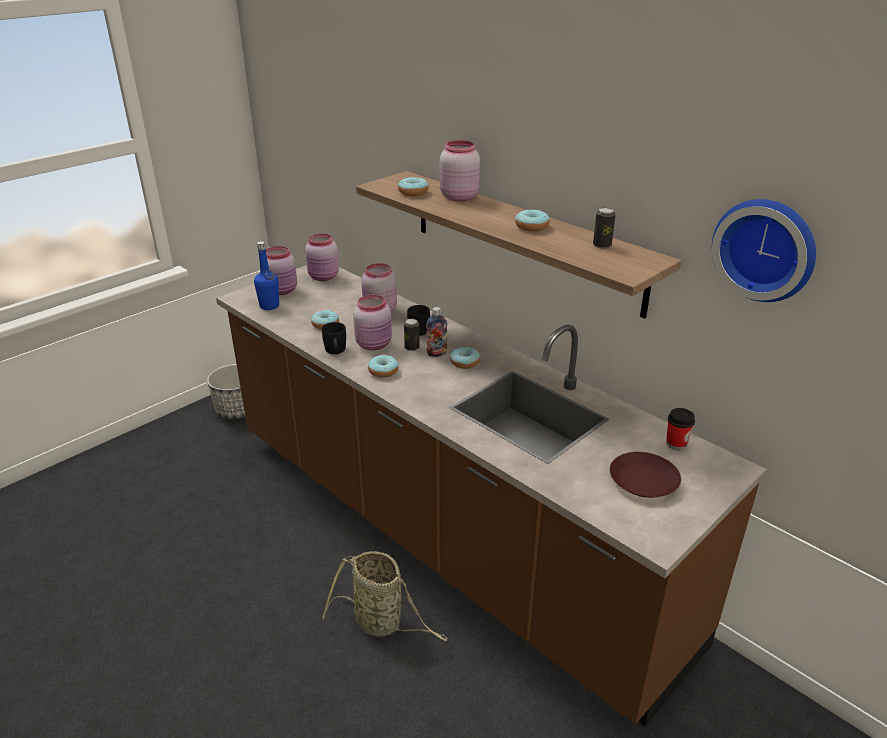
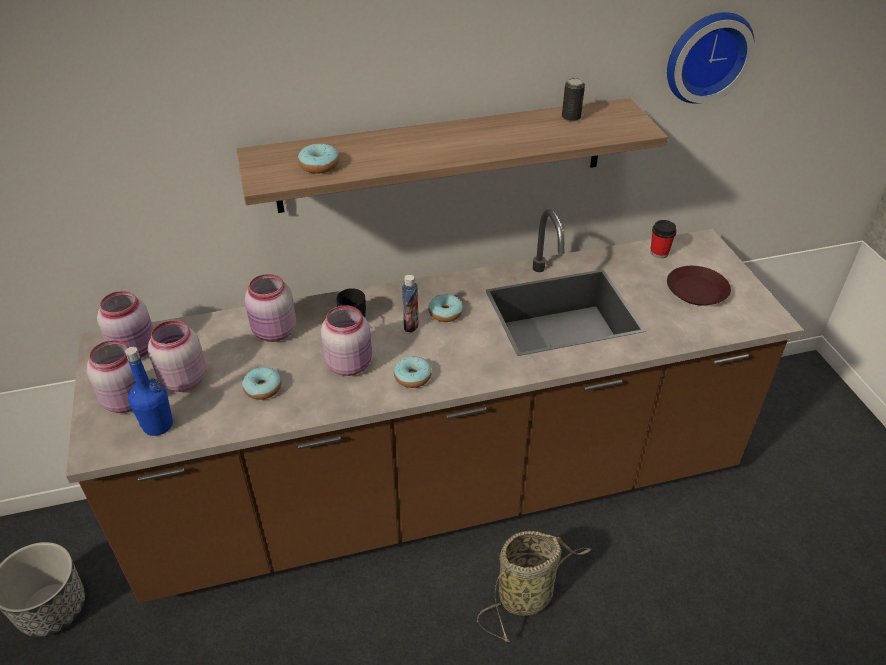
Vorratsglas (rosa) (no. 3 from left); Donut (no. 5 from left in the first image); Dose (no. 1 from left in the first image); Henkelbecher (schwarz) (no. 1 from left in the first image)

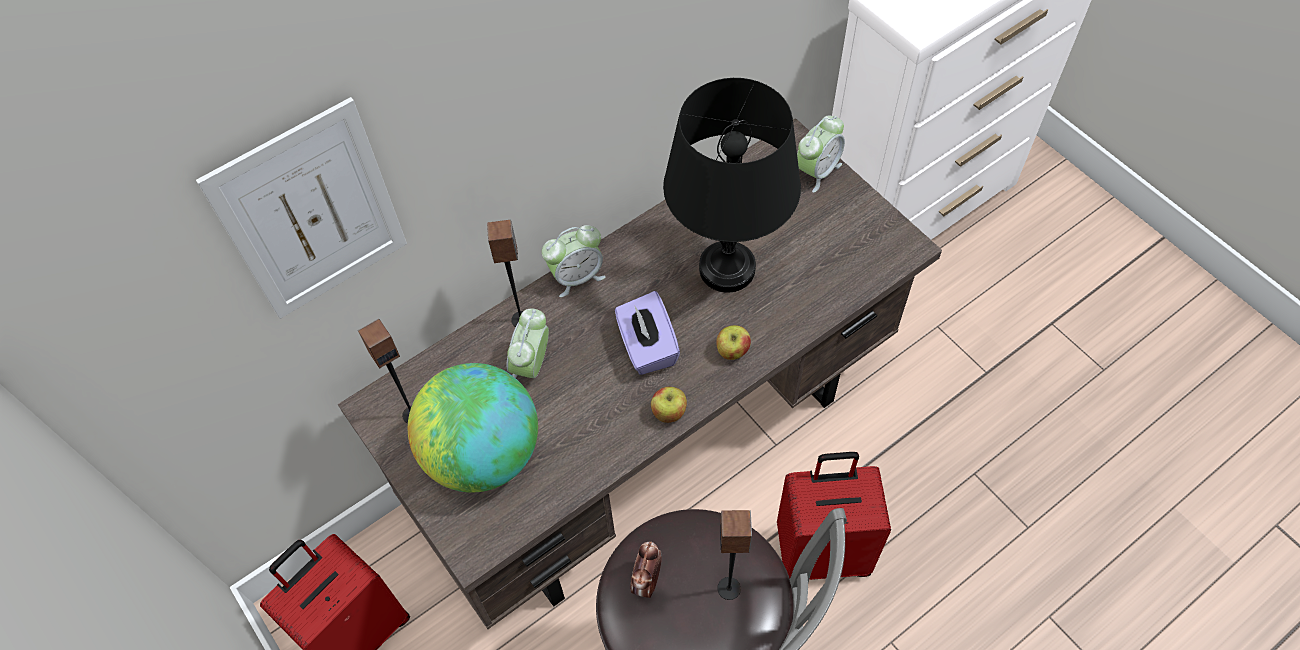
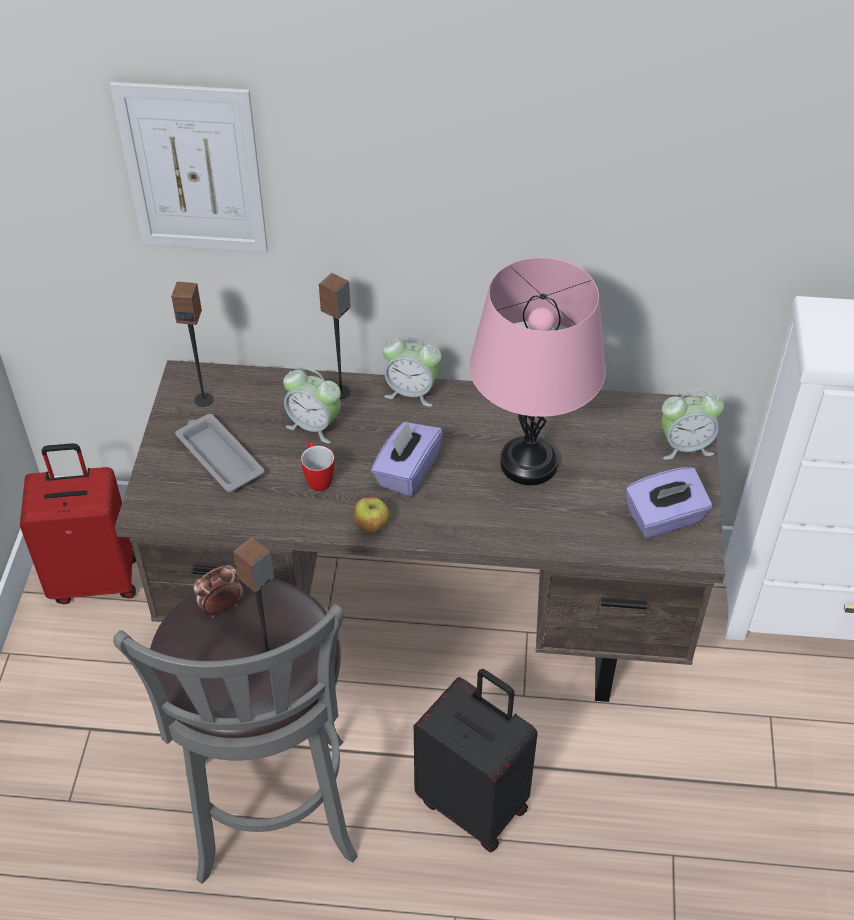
Tischlampe (rosa); Wecker (no. 2 from left); Apfel (no. 2 from left in the first image); Tablett (grau); Koffer (schwarz); Henkelbecher; Taschentuchbox (lila) (no. 2 from left)

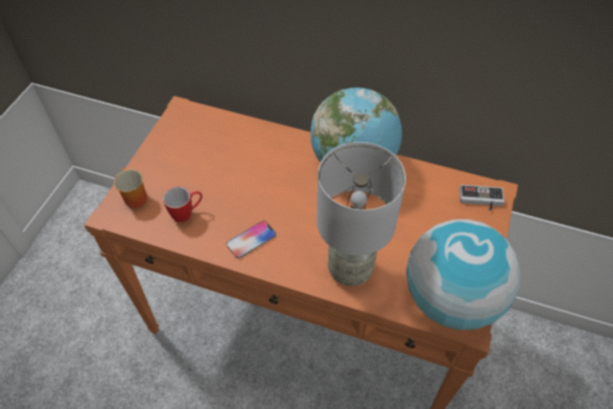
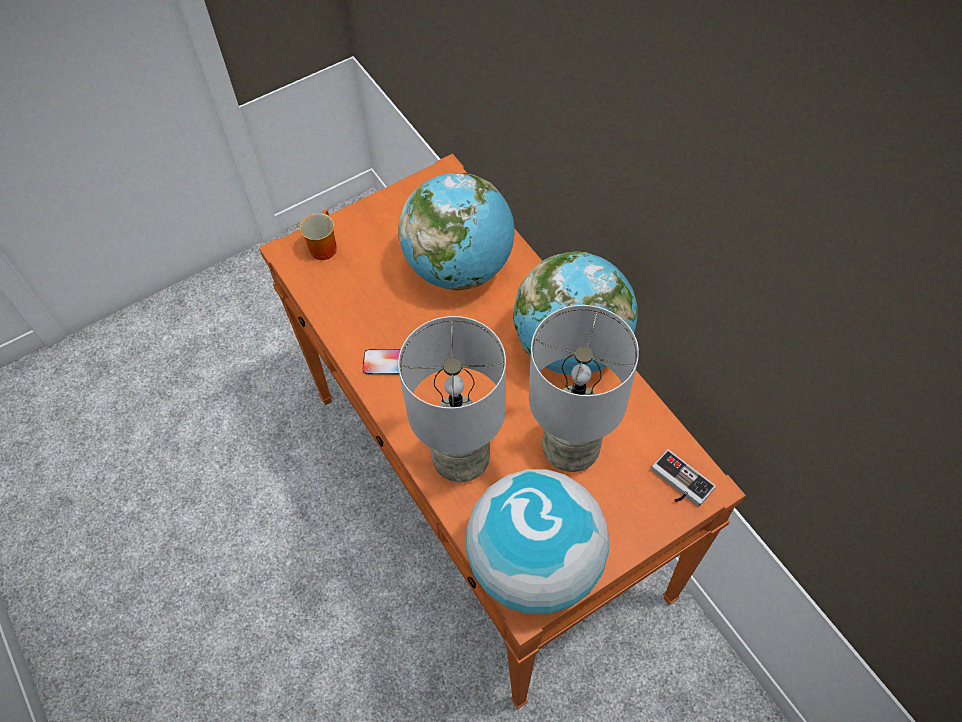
Henkelbecher (no. 2 from left in the first image); Globus (no. 1 from left); Tischlampe (grau) (no. 2 from left)

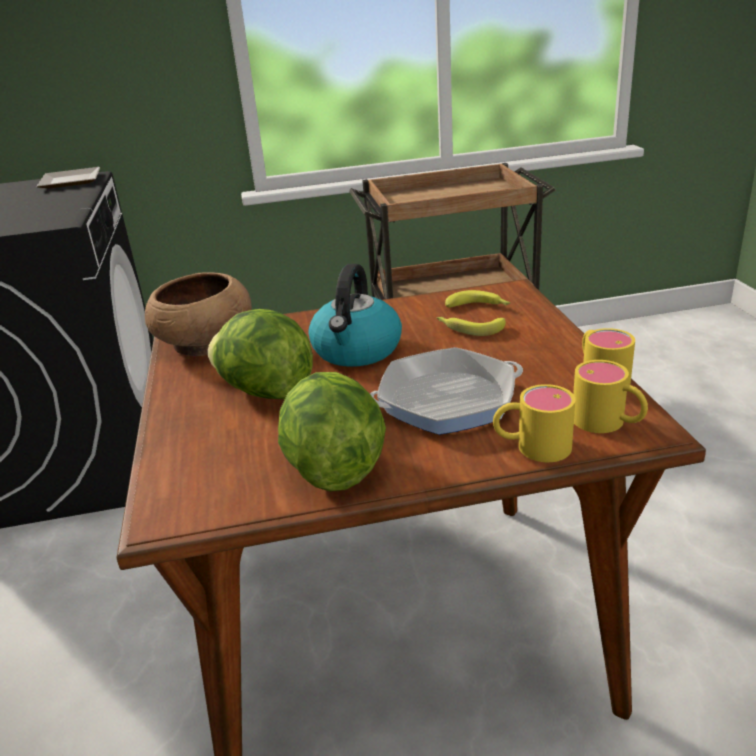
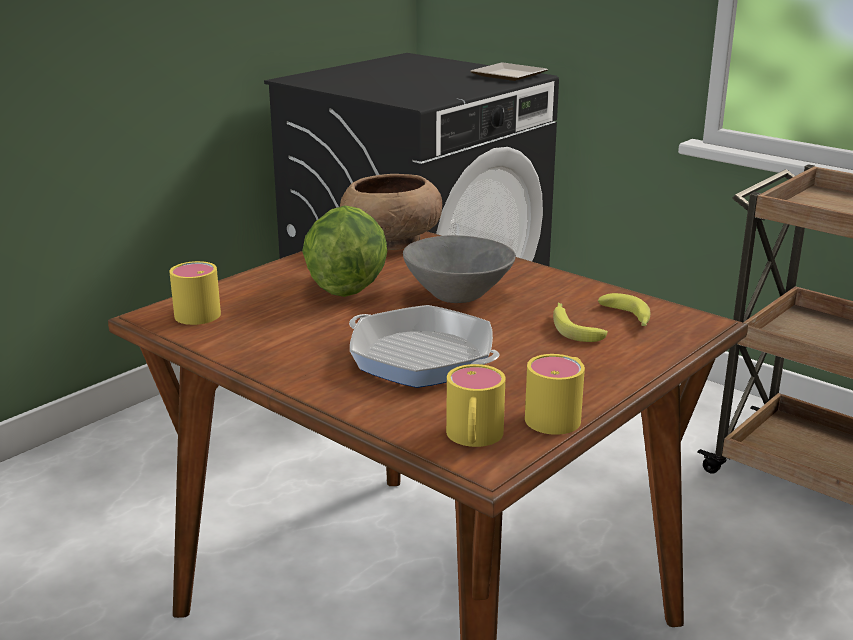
Schüssel (grau); Salatkopf (no. 2 from left in the first image); Henkelbecher (gelb) (no. 1 from left)

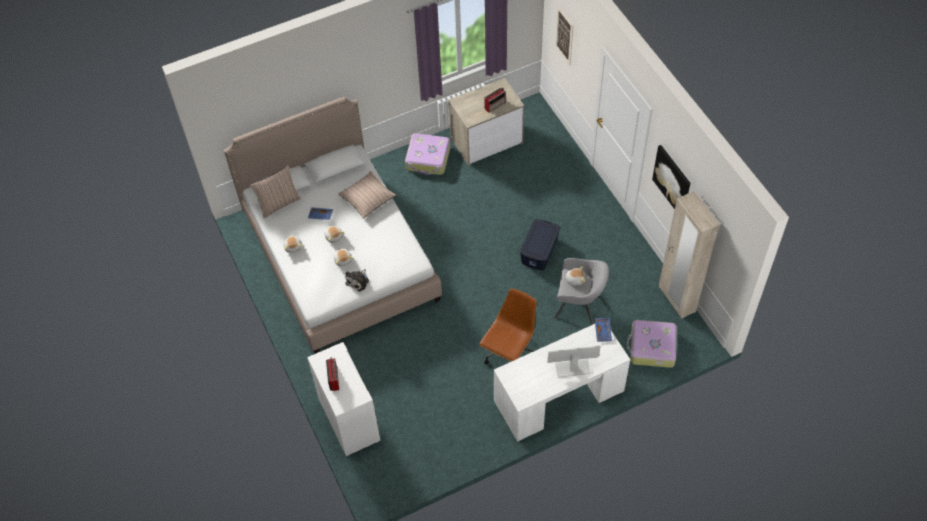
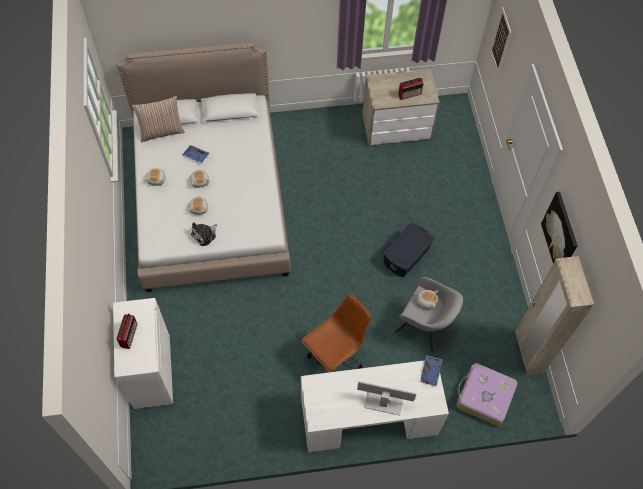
Koffer (no. 1 from left in the first image); Kissen (no. 2 from left in the first image)

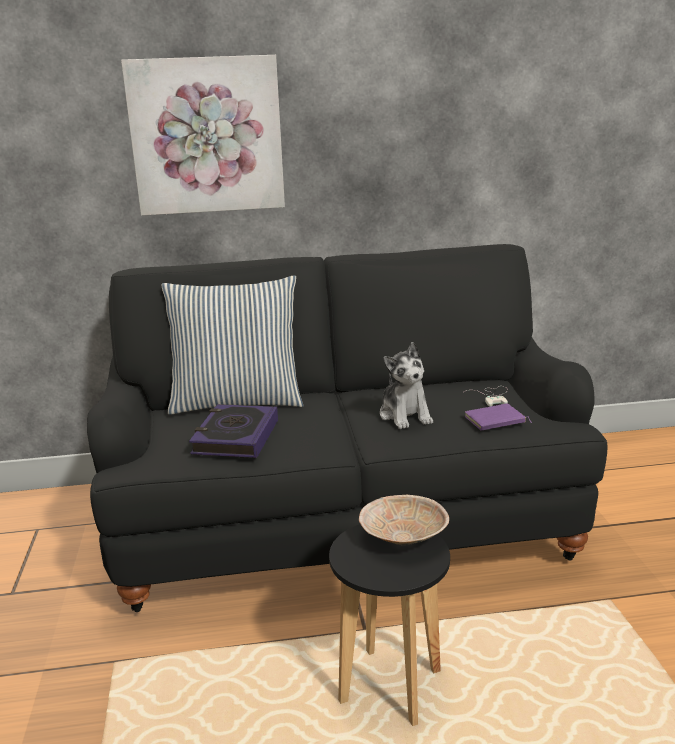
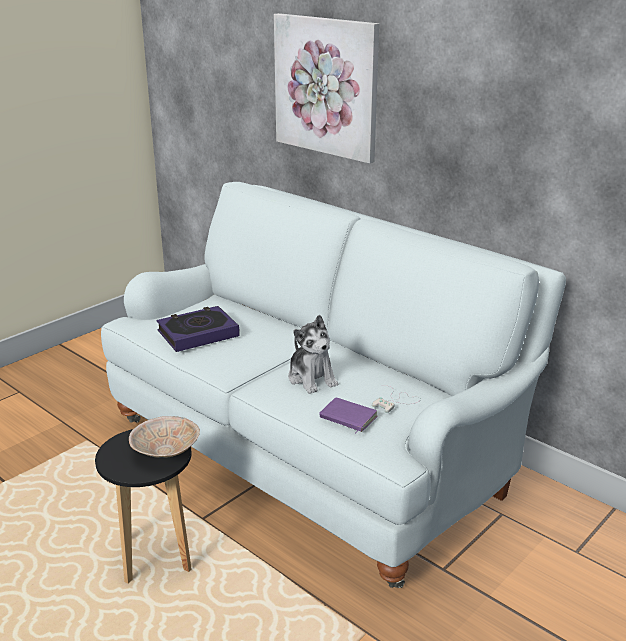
Sofa (weiß); Kissen; Plüschtier

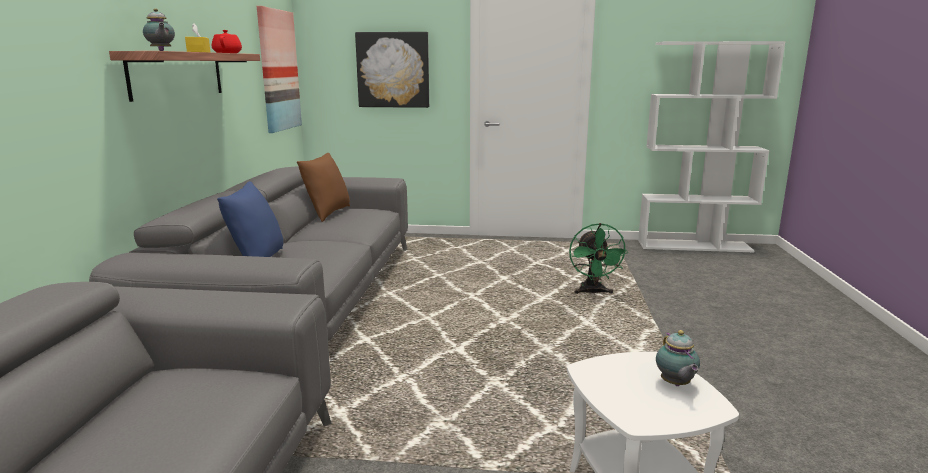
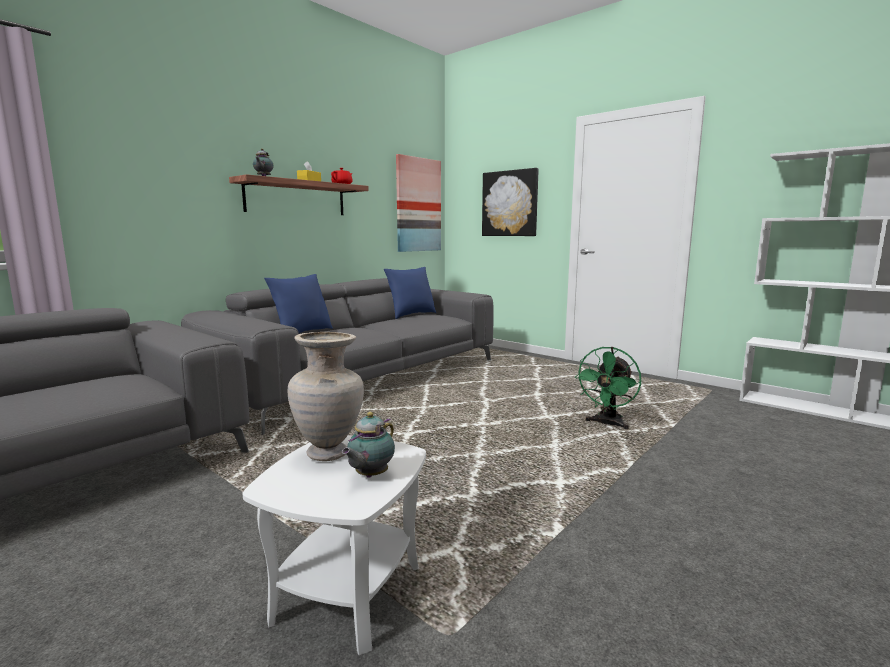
Kissen (blau) (no. 2 from left); Vase (beige)

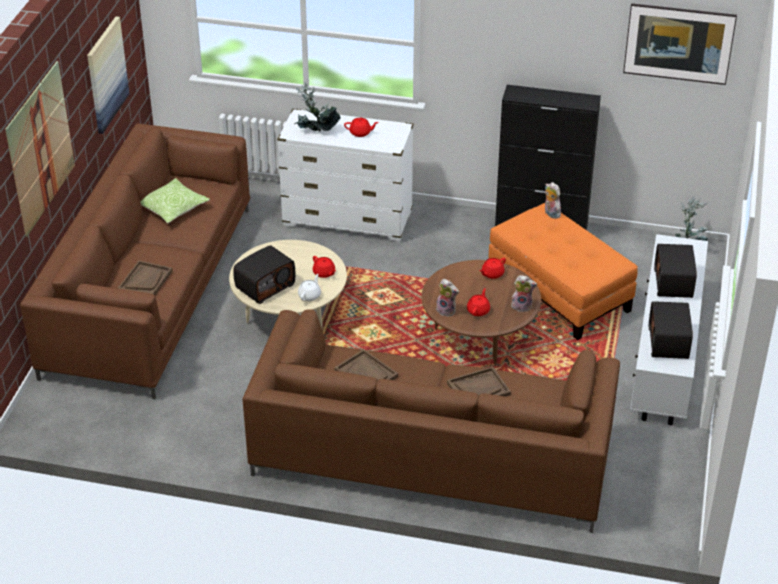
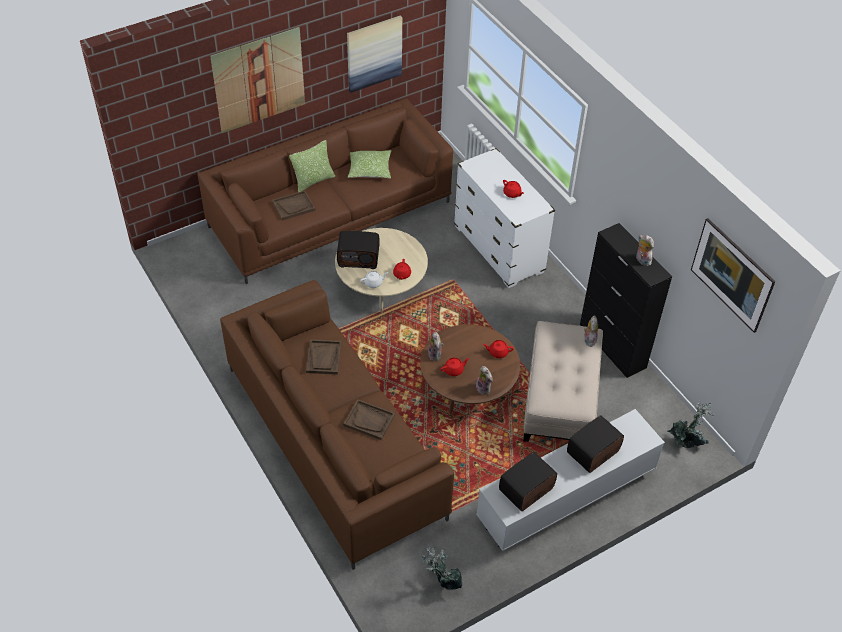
Topfpflanze (no. 1 from left); Polsterhocker (beige); Kissen (no. 1 from left); Plüschtier (no. 4 from left)

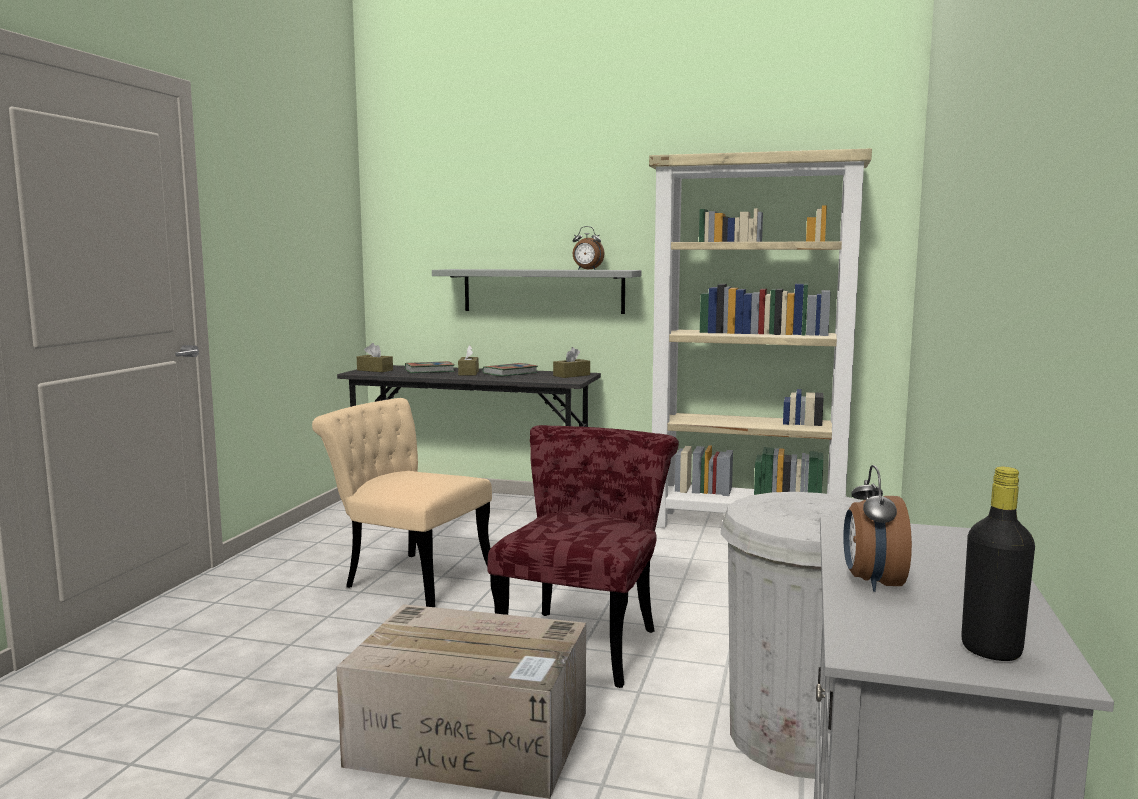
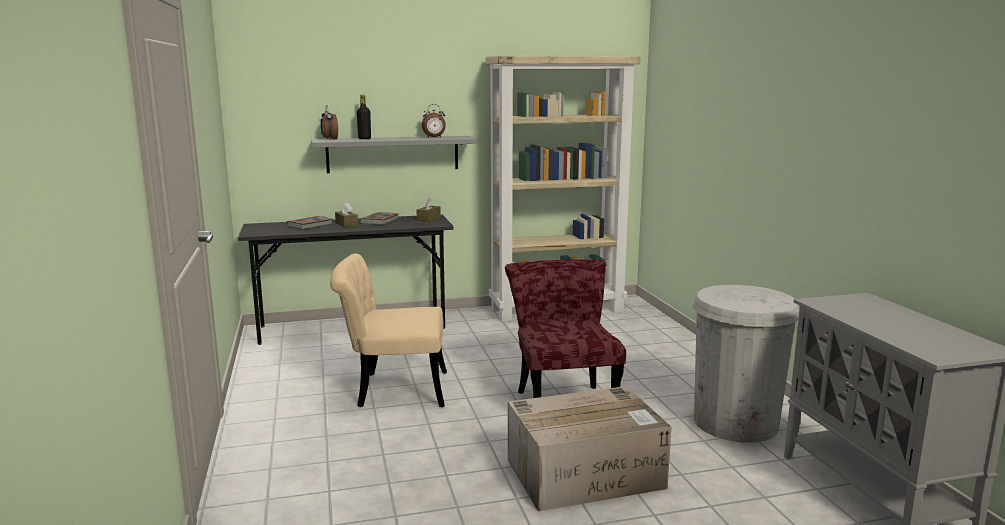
Taschentuchbox (braun) (no. 1 from left in the first image); Wecker (no. 1 from left); Flasche (schwarz)

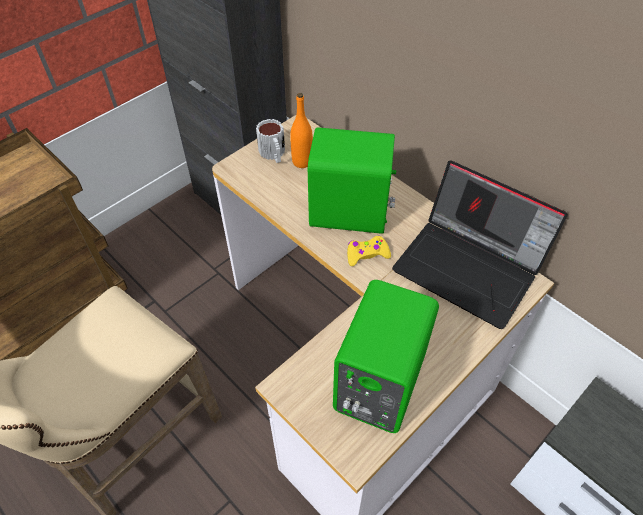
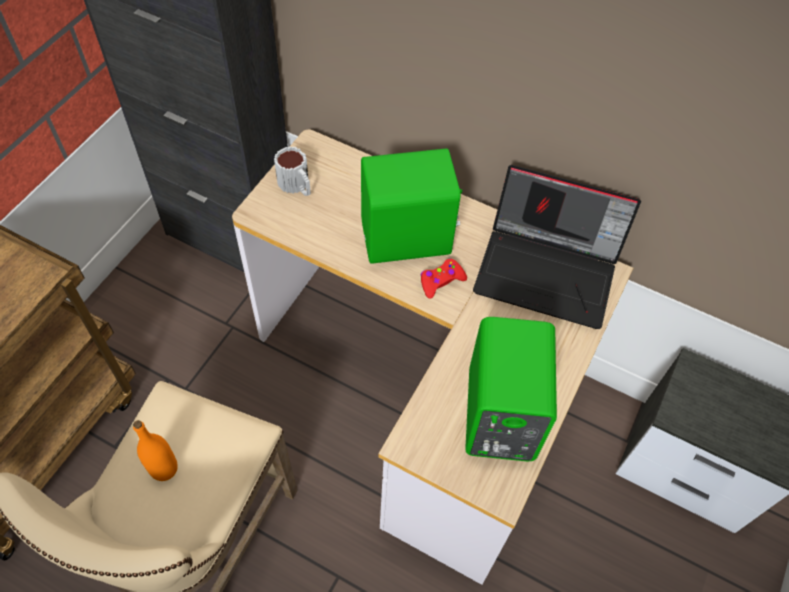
Flasche (orange); Gamepad (rot)

